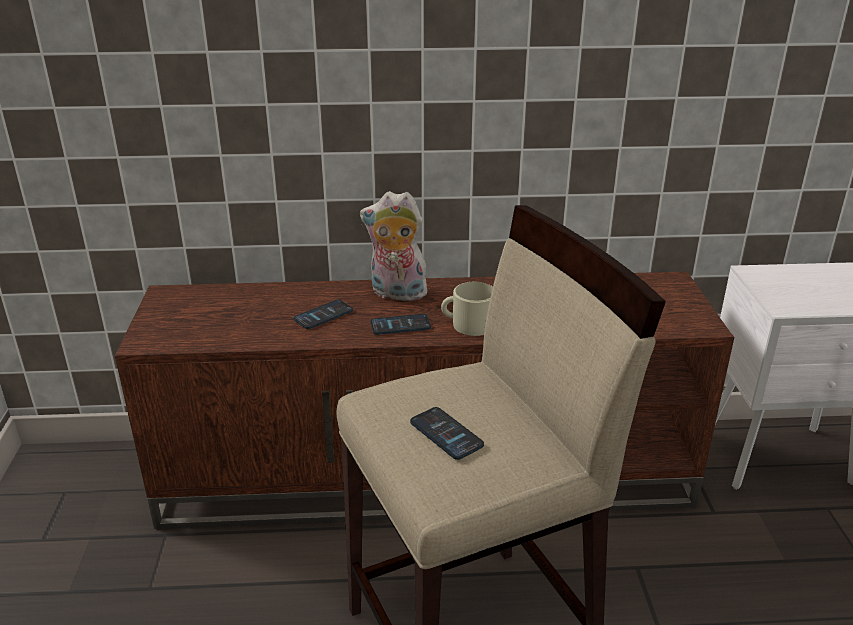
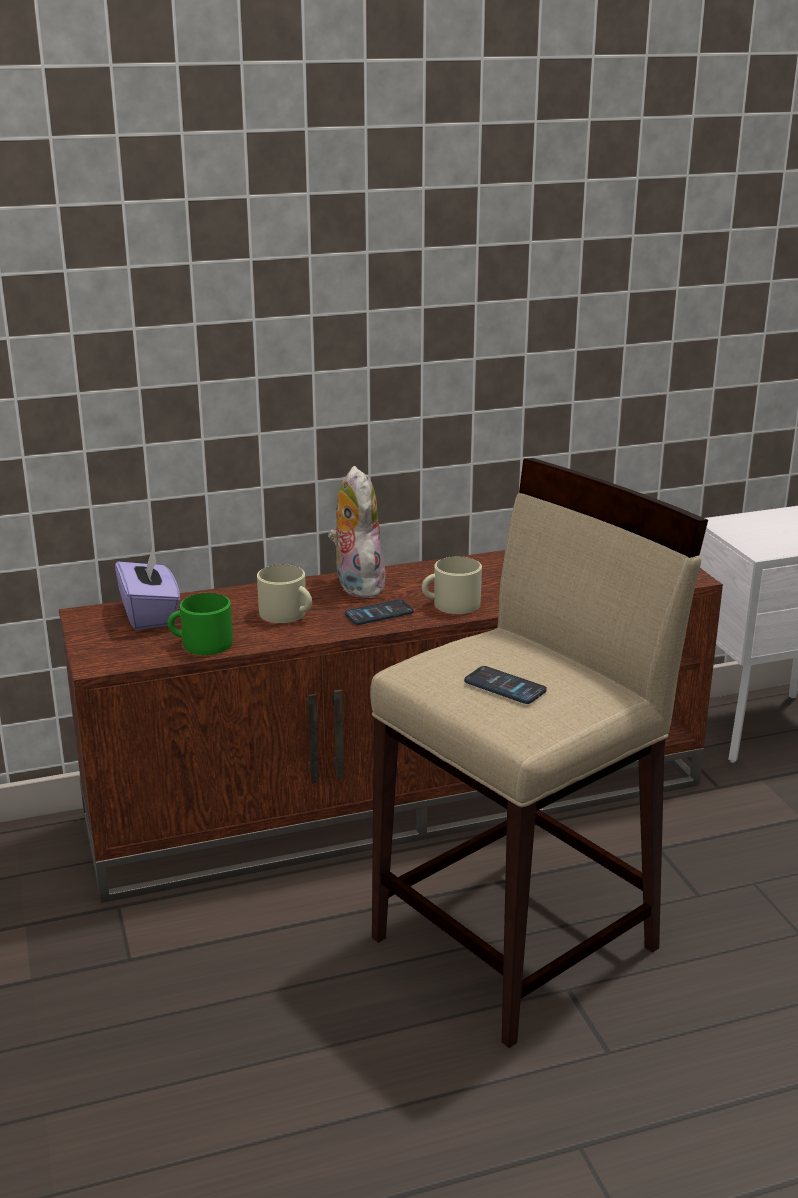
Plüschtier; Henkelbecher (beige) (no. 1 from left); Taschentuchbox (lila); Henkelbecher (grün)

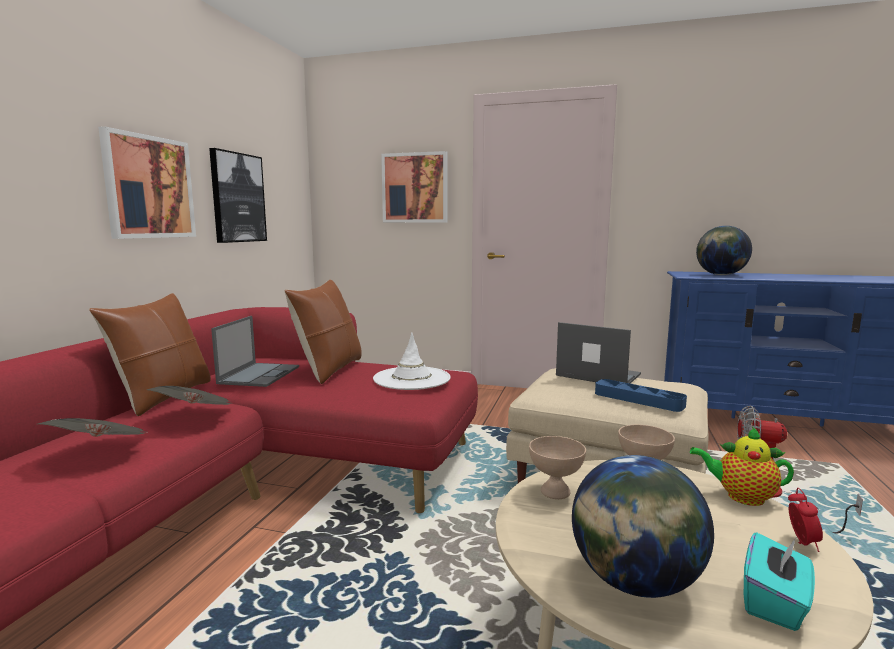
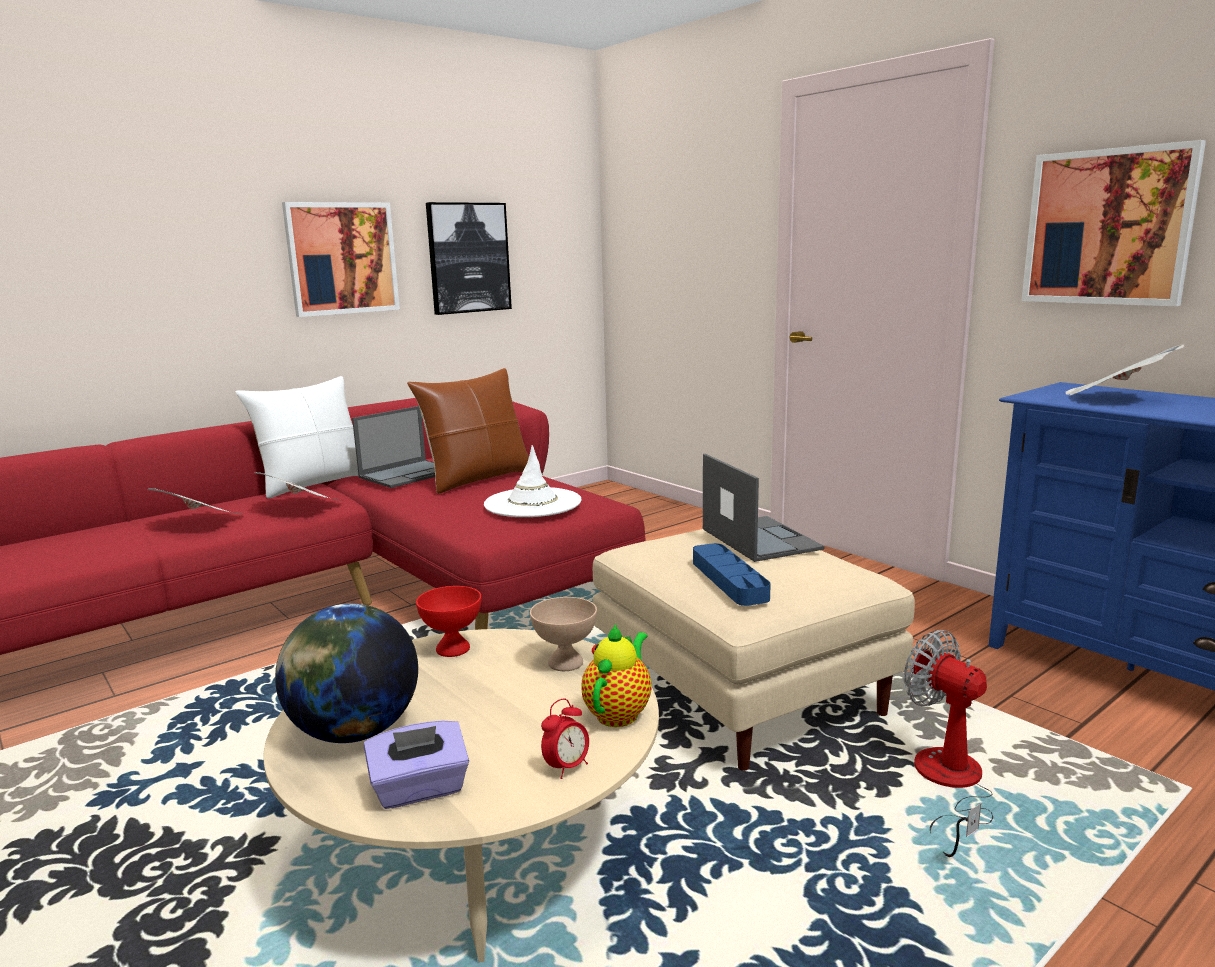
Bild (no. 3 from left); Zeitung (no. 3 from left); Kissen (weiß); Teekanne; Schüssel (rot); Taschentuchbox (lila)

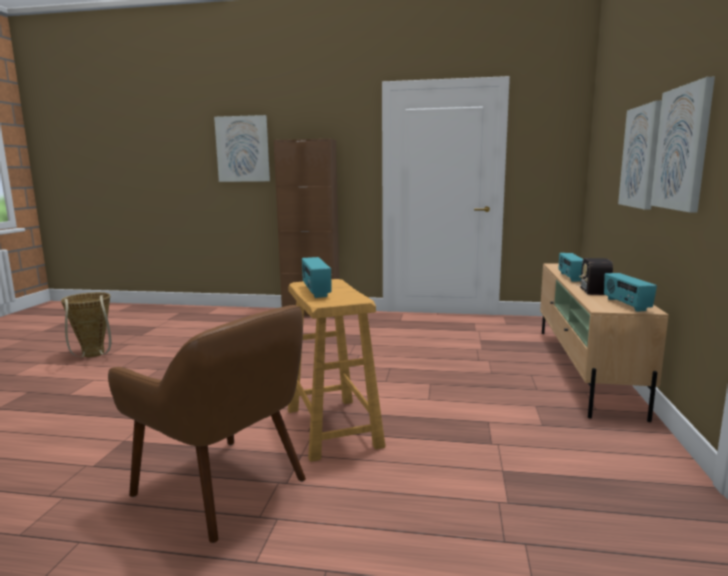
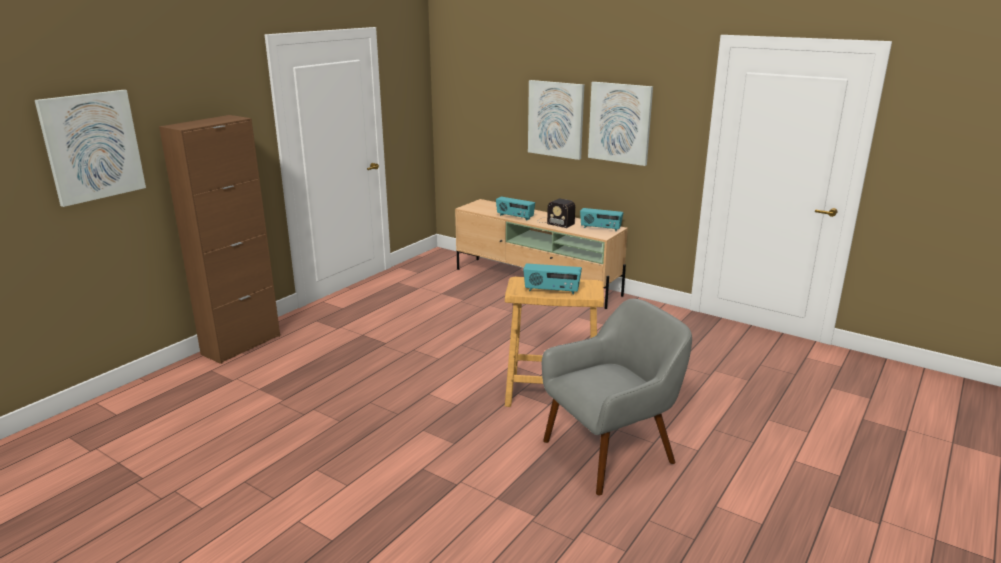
Korb; Sessel (grau)

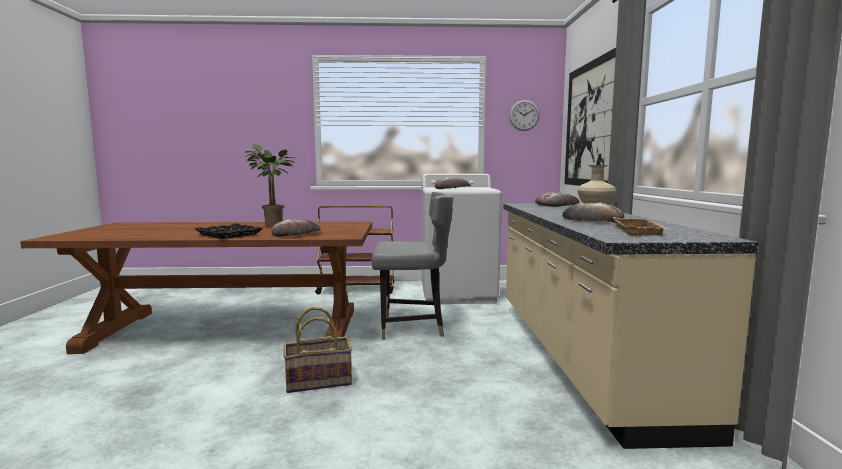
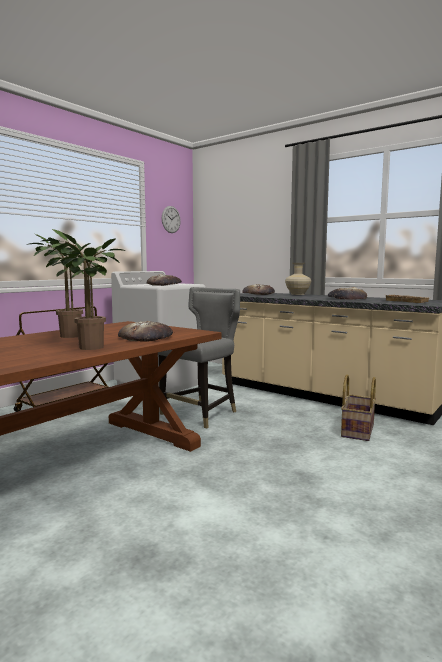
Bild; Topfpflanze (no. 2 from left); Korb

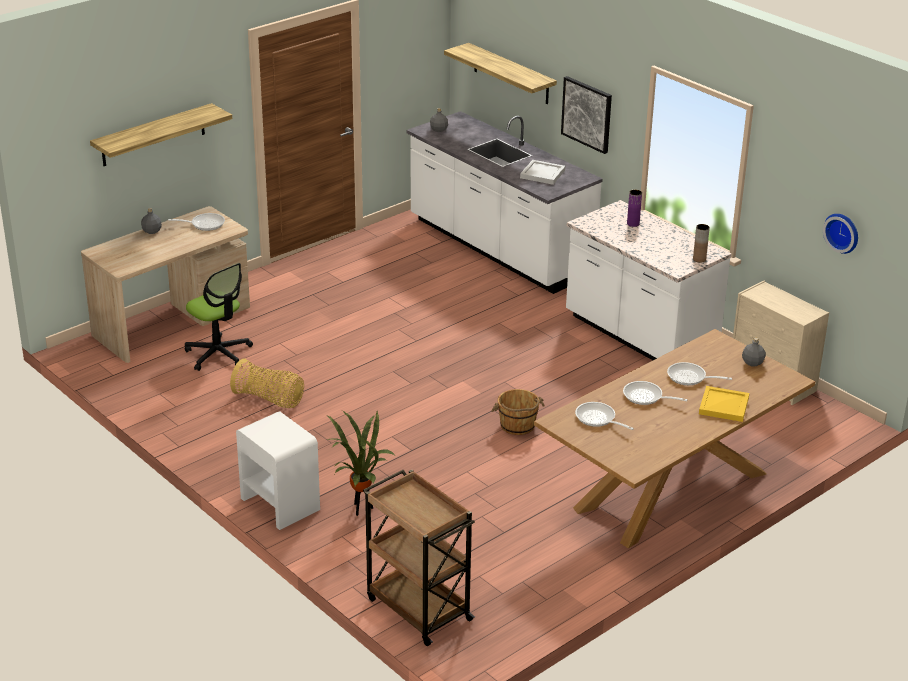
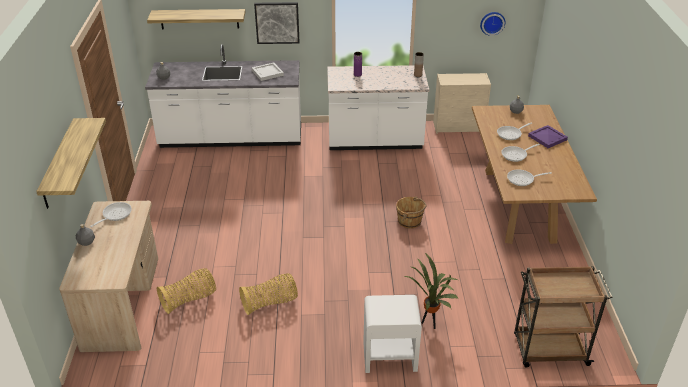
Korb (no. 1 from left); Tablett (lila)

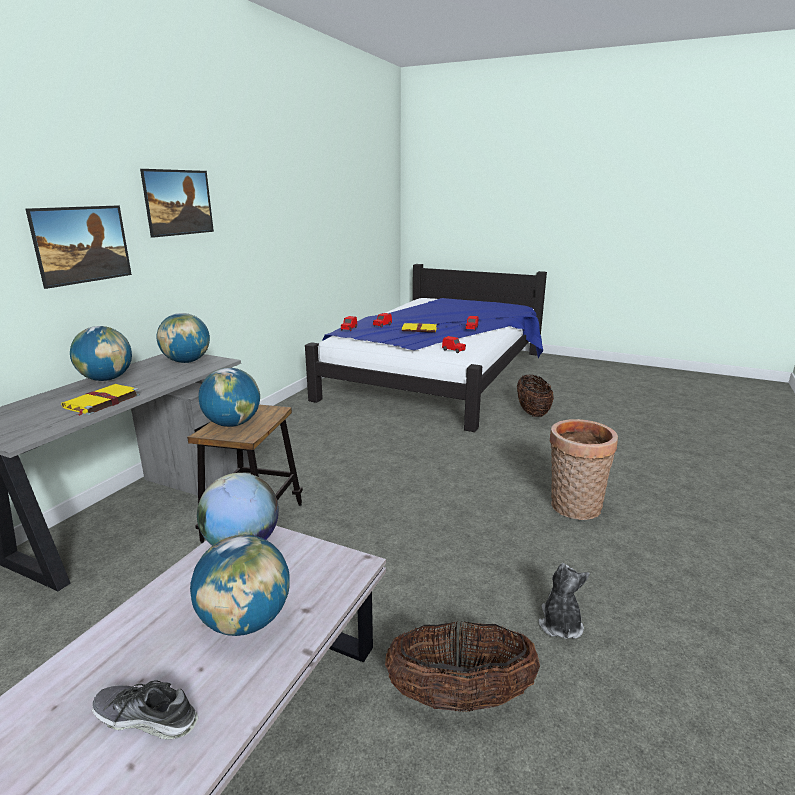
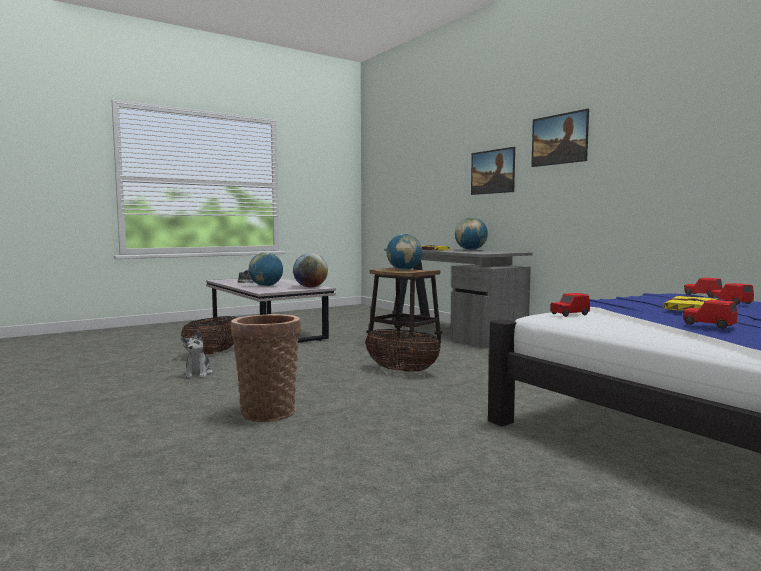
Globus (no. 2 from left in the first image); Korb (no. 3 from left); Plüschtier

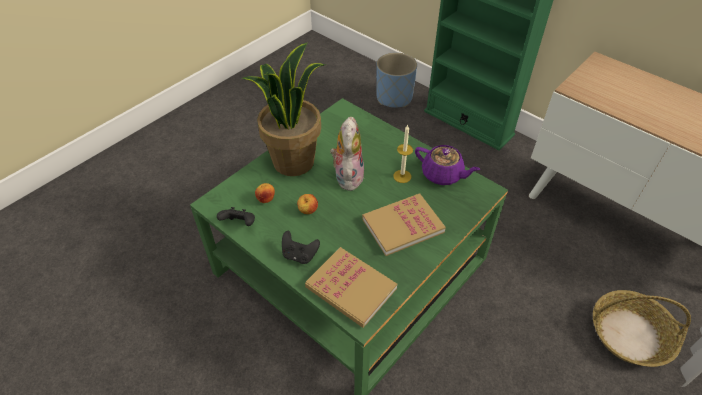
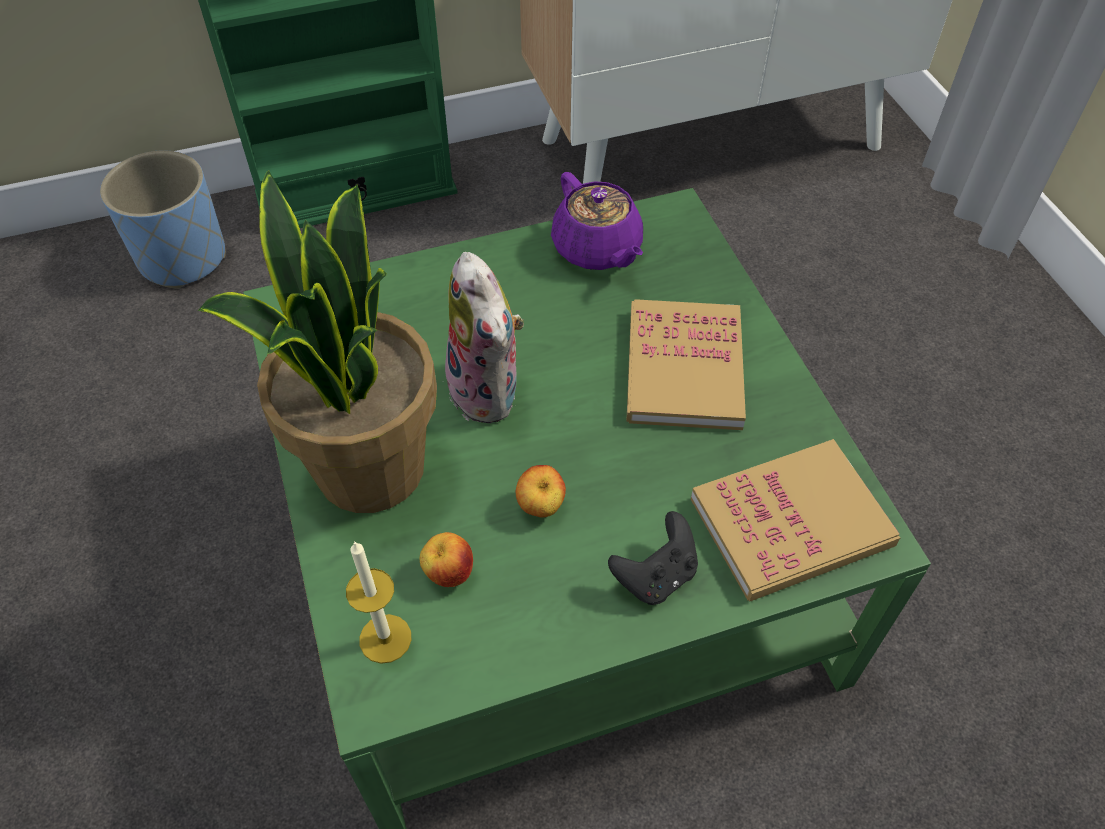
Plüschtier; Kerze; Teekanne (lila); Gamepad (schwarz) (no. 1 from left in the first image); Korb

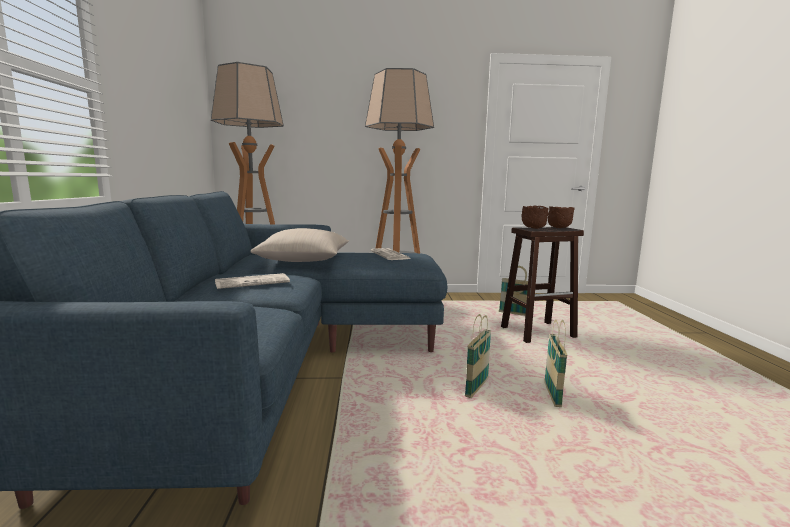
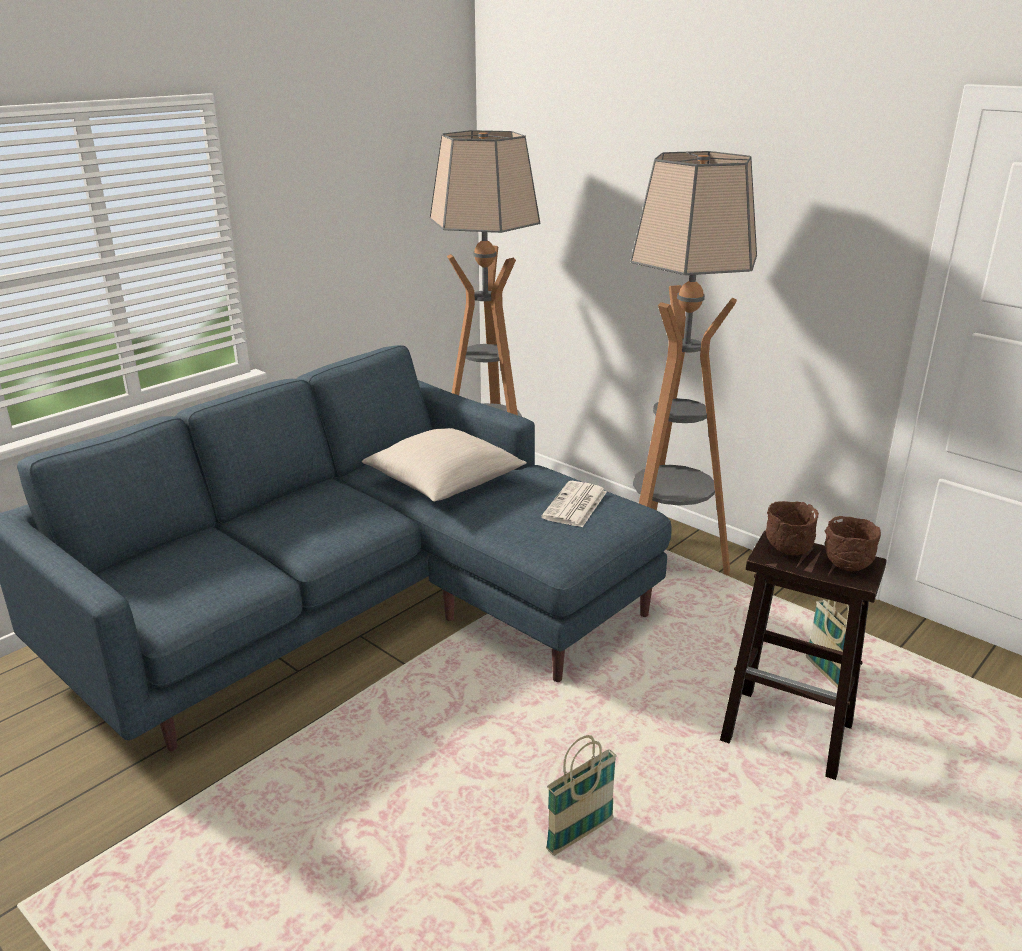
Zeitung (no. 1 from left in the first image); Korb (no. 1 from left in the first image)

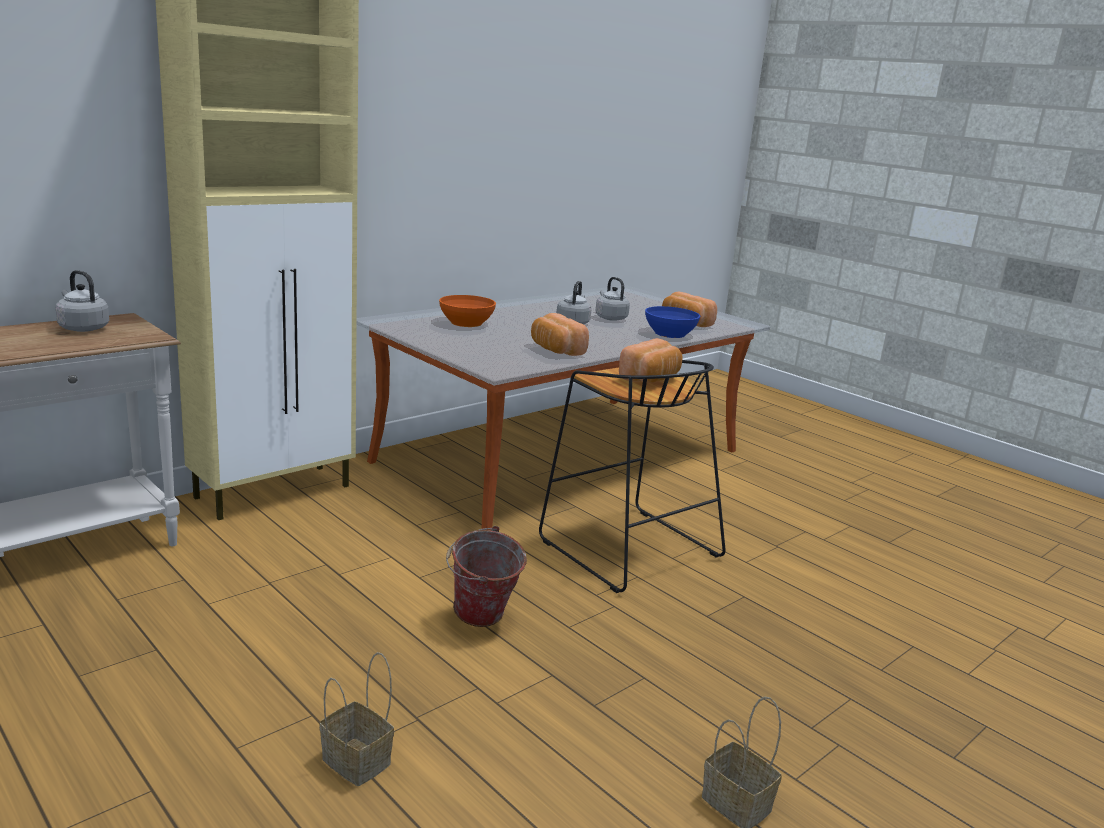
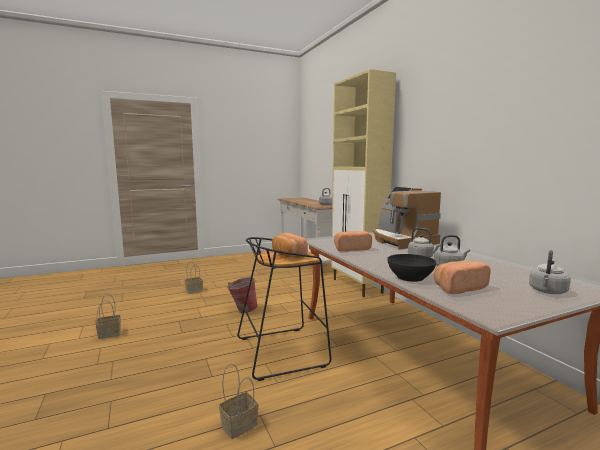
Kaffeemaschine; Schüssel (schwarz); Wasserkessel (grau) (no. 4 from left); Korb (no. 3 from left)

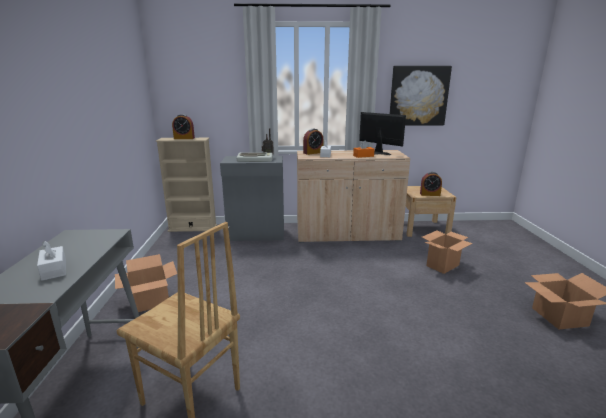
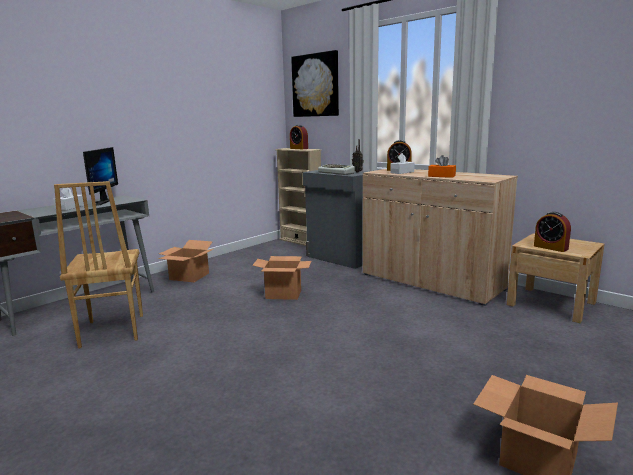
Bild; Monitor; Karton (no. 2 from left)

